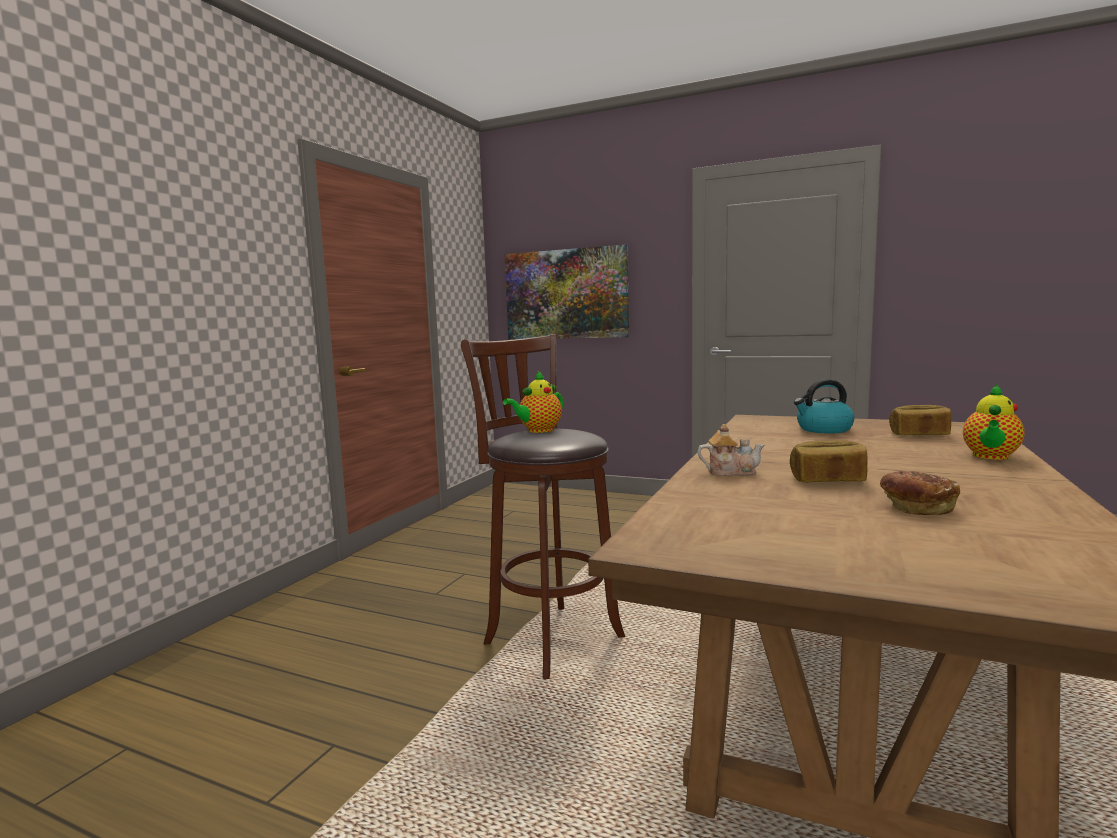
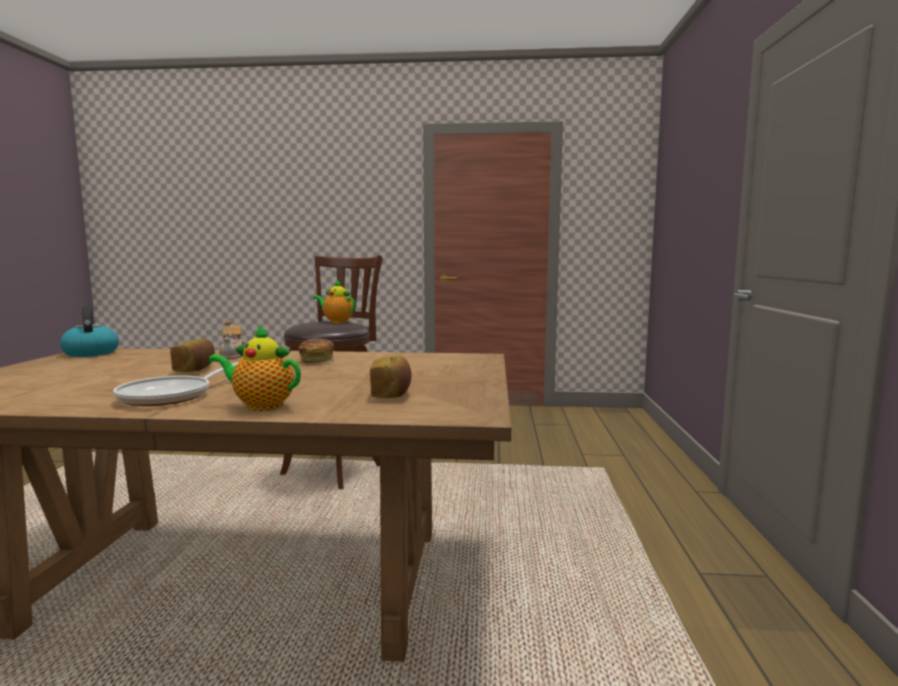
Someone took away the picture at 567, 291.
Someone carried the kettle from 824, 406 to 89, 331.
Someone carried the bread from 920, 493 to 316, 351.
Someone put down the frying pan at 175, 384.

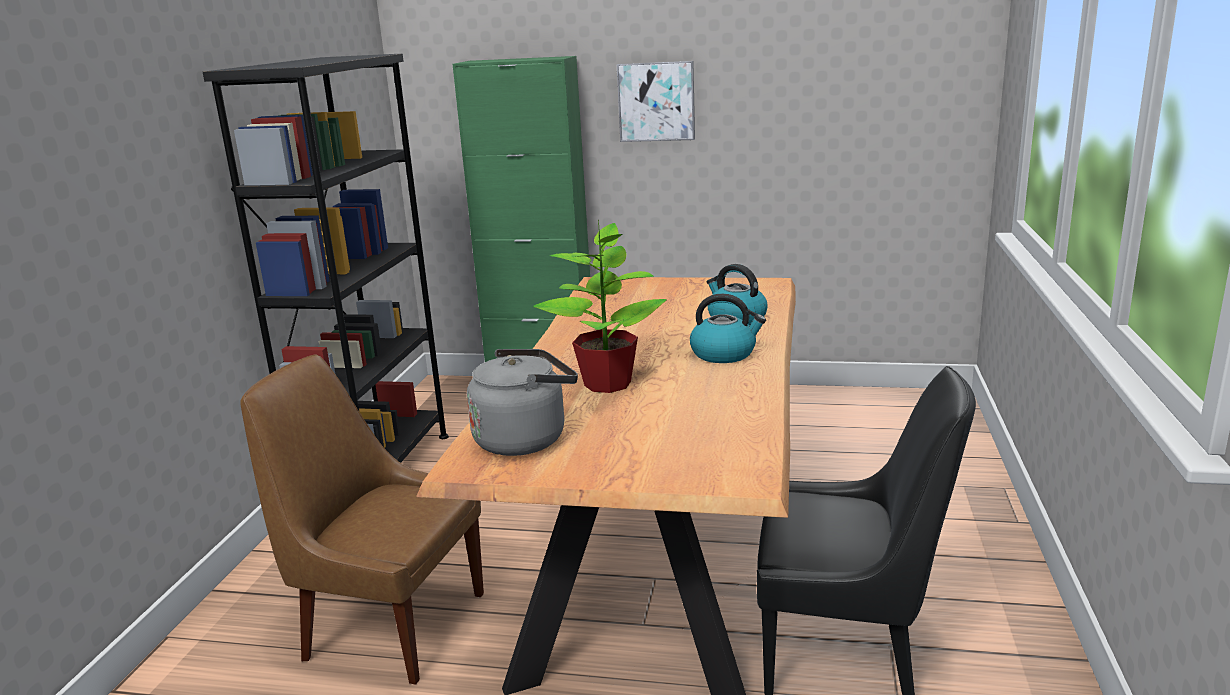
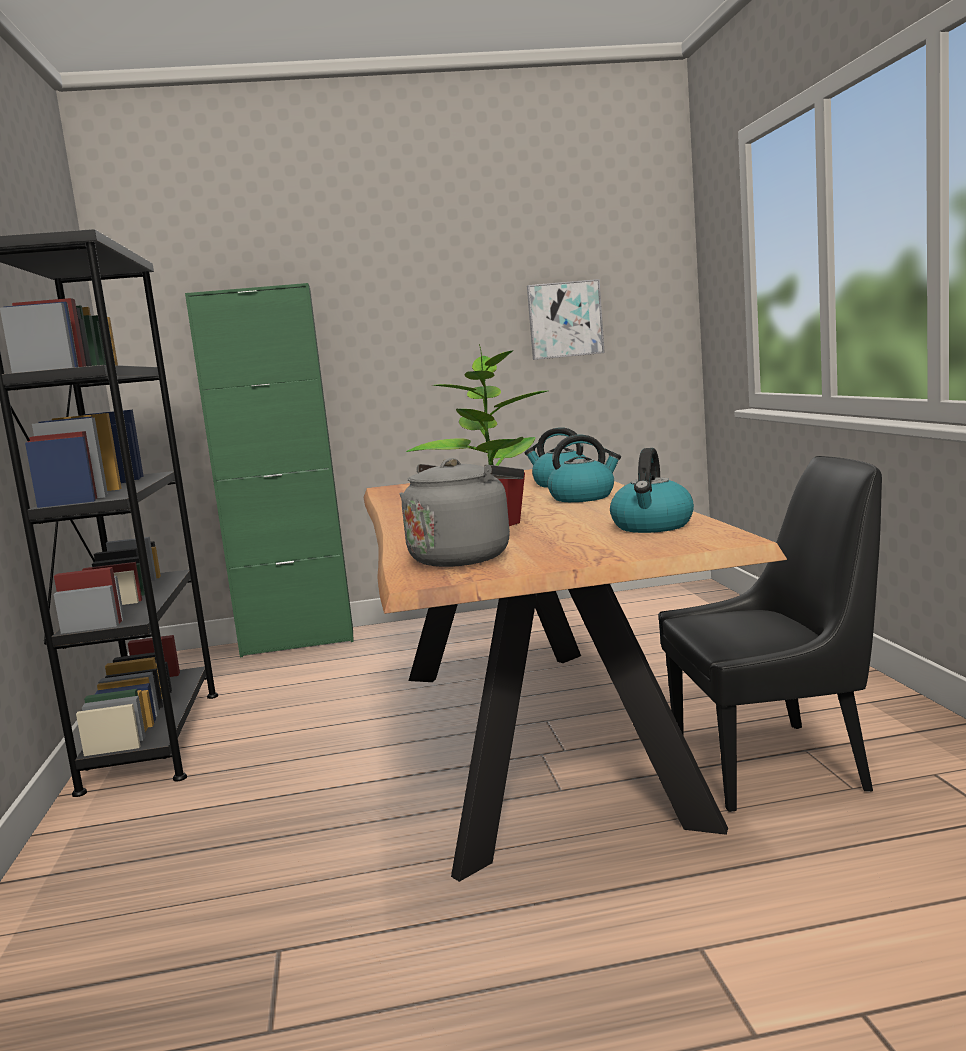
Someone took away the brown chair at 362, 520.
Someone carried the picture from 656, 101 to 566, 319.
Someone put down the kettle at 652, 490.

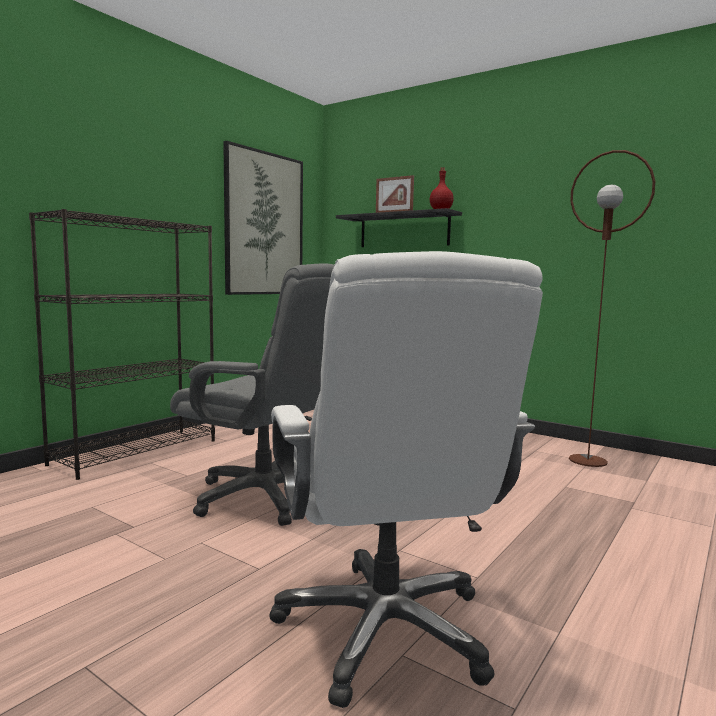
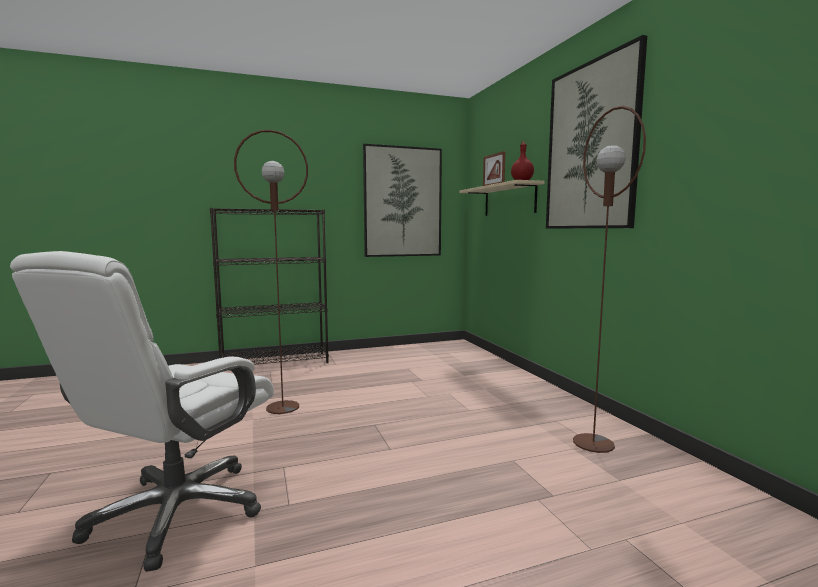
Someone swapped the grey office chair at 252, 394 for the brown floor lamp at 271, 272.
Someone repainted the black shelf at 399, 227, which became the beige shelf at 502, 198.
Someone put up the picture at 596, 132.

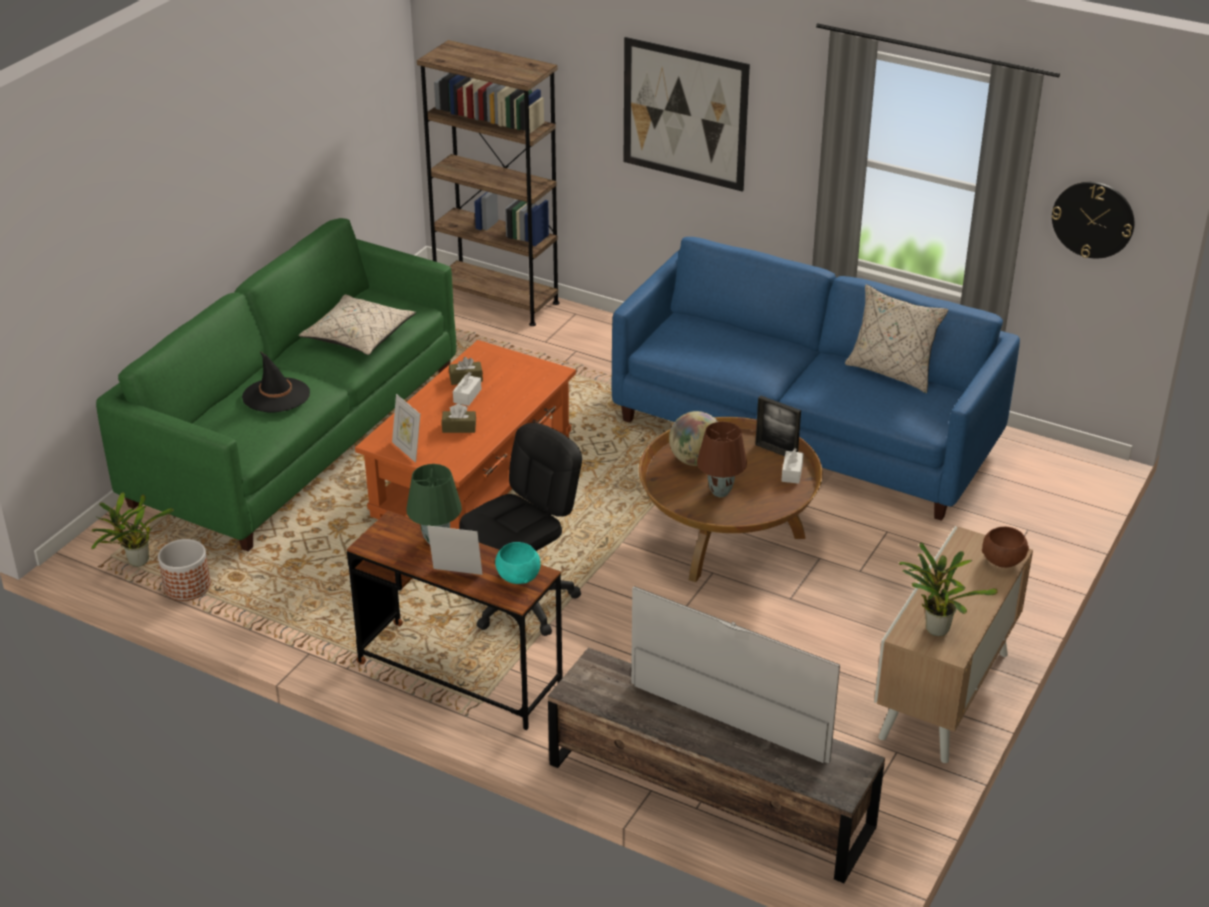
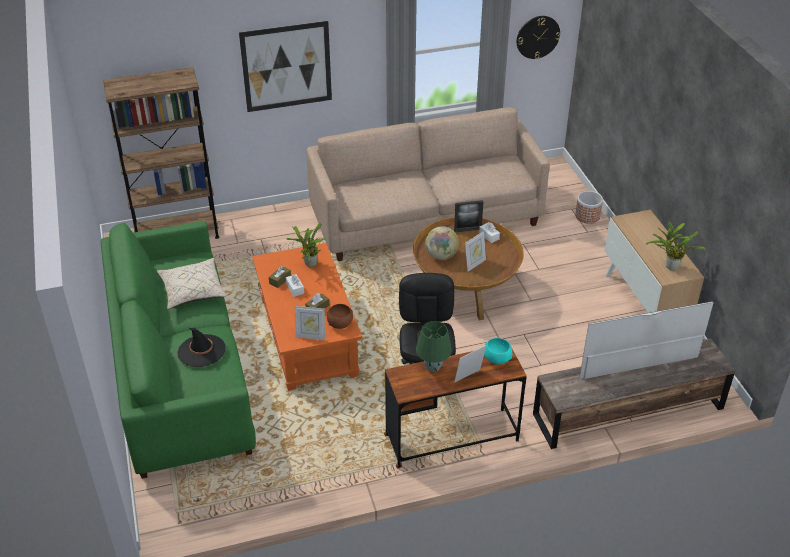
Someone carried the potted plant from 132, 529 to 306, 245.
Someone carried the planter from 184, 570 to 589, 207.
Someone repainted the blue sofa at 816, 379, which became the beige sofa at 428, 184.
Someone swapped the brown table lamp at 722, 459 for the picture frame at 475, 251.
Someone took away the beige pillow at 896, 338.
Someone carried the brown bowl from 1005, 547 to 340, 316.

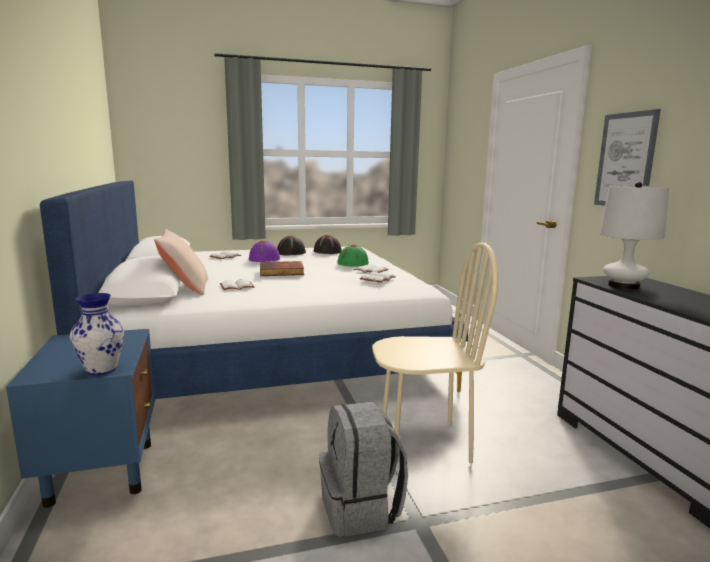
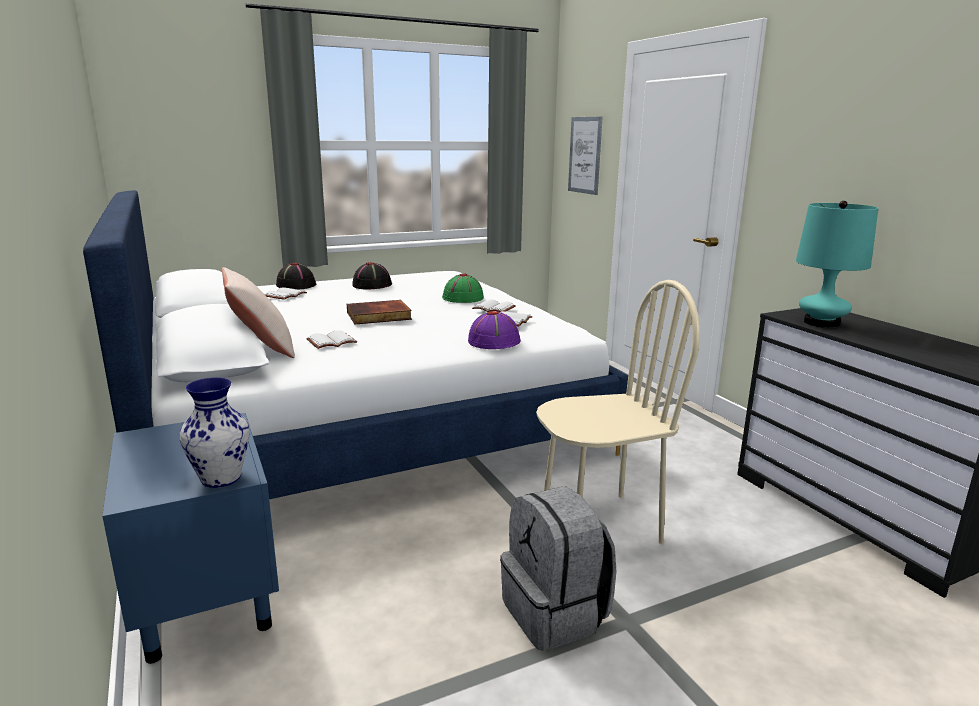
Someone carried the purple hat from 264, 251 to 494, 330.
Someone carried the black hat from 328, 244 to 296, 276.
Someone carried the picture from 627, 157 to 585, 155.
Someone repainted the white table lamp at 634, 236, which became the turquoise table lamp at 837, 264.

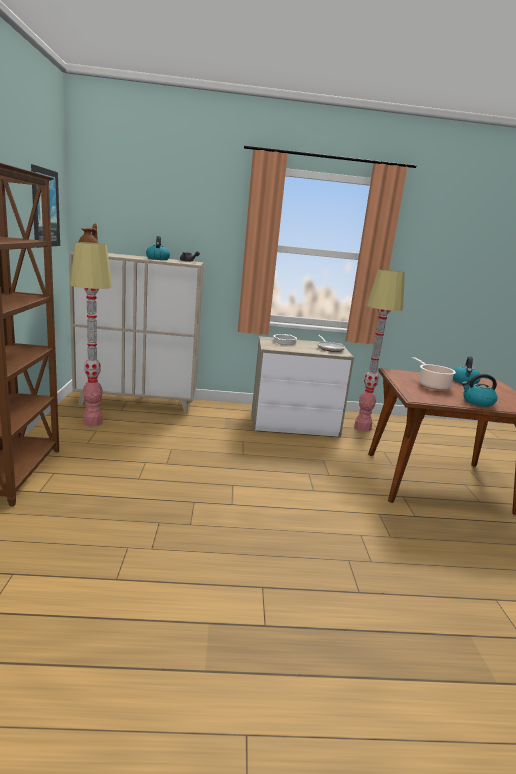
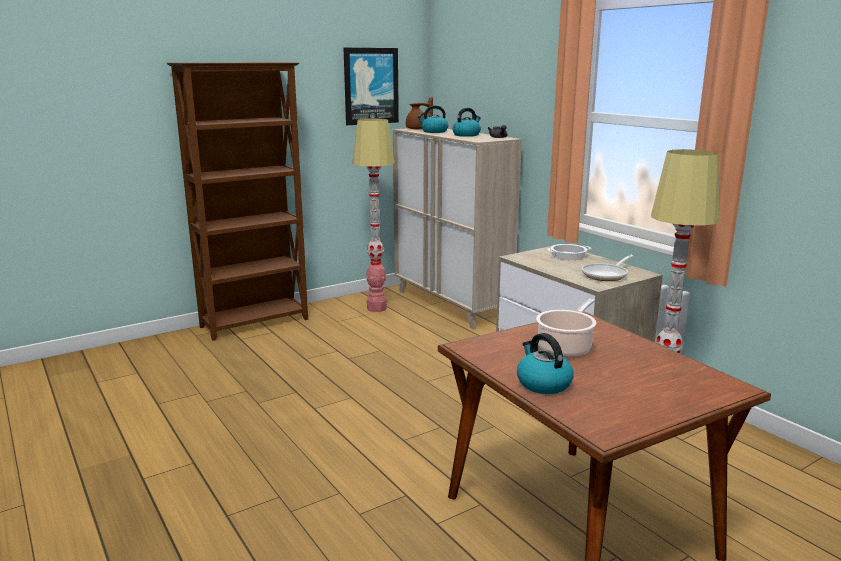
Someone carried the kettle from 467, 370 to 433, 119.

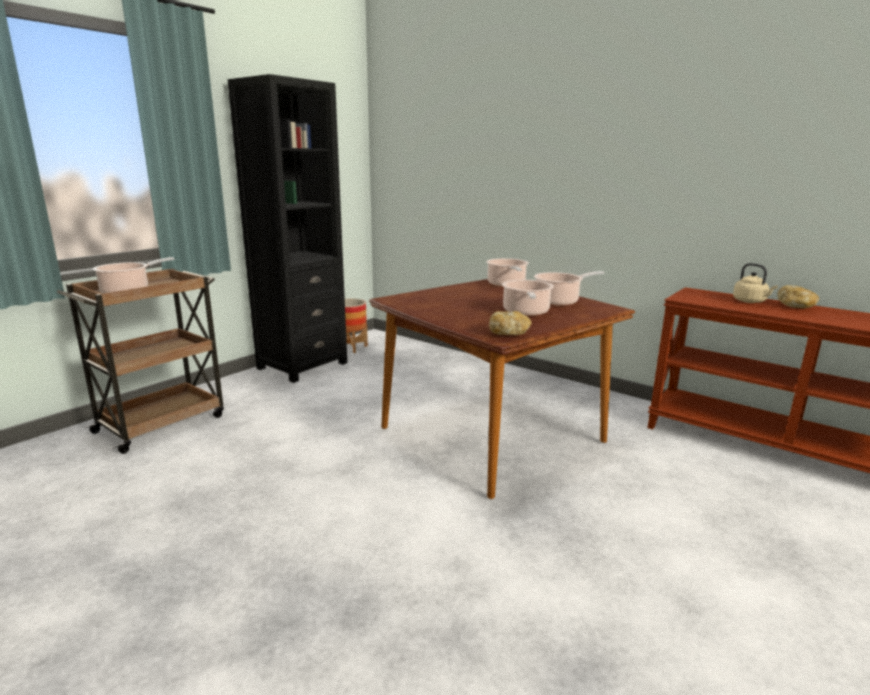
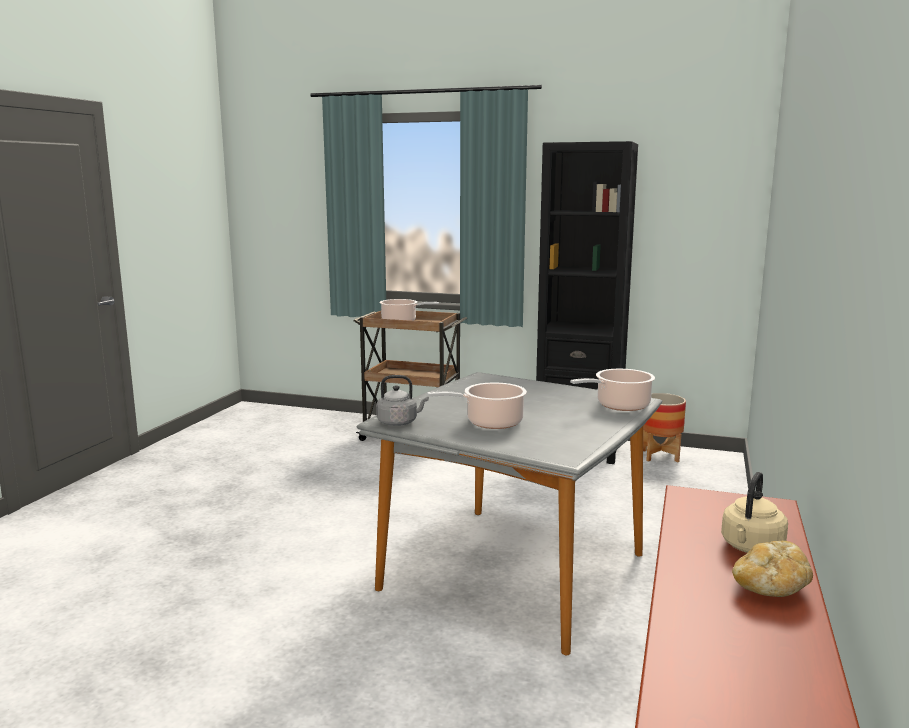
Someone repainted the brown dining table at 502, 389, which became the grey dining table at 510, 513.
Someone swapped the bread at 510, 323 for the grey kettle at 402, 400.
Someone took away the cooking pot at 569, 288.

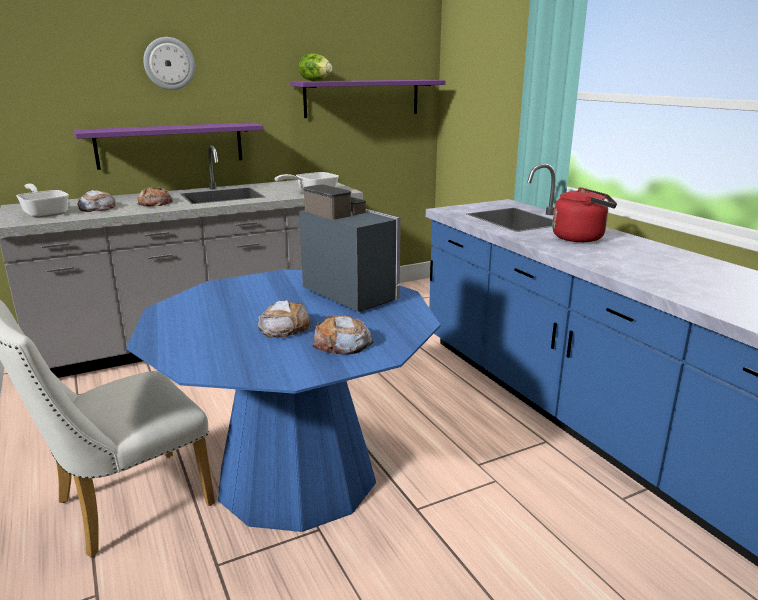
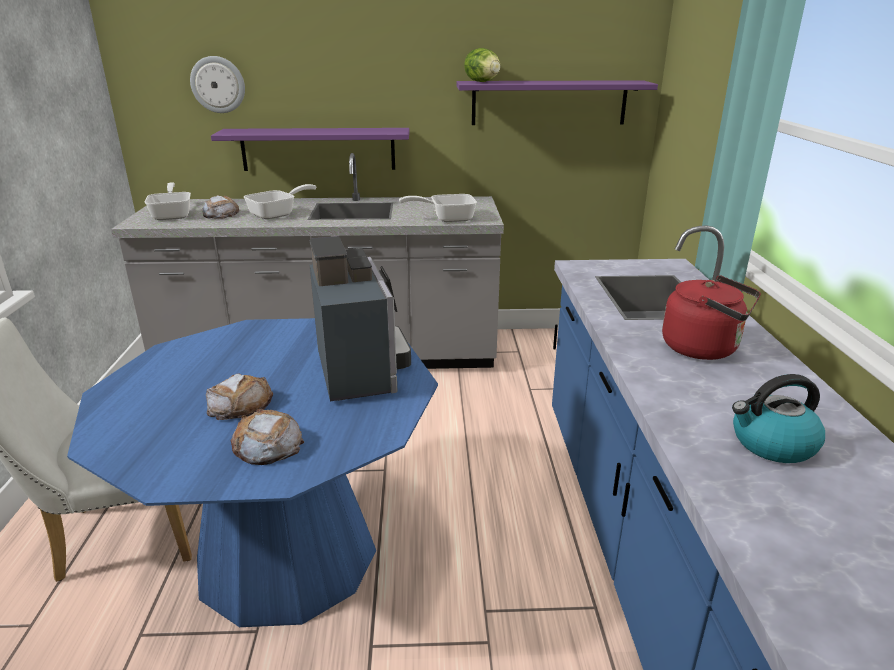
Someone swapped the bread at 155, 197 for the frying pan at 280, 201.
Someone carried the wall clock from 169, 63 to 217, 84.
Someone put down the kettle at 778, 418.

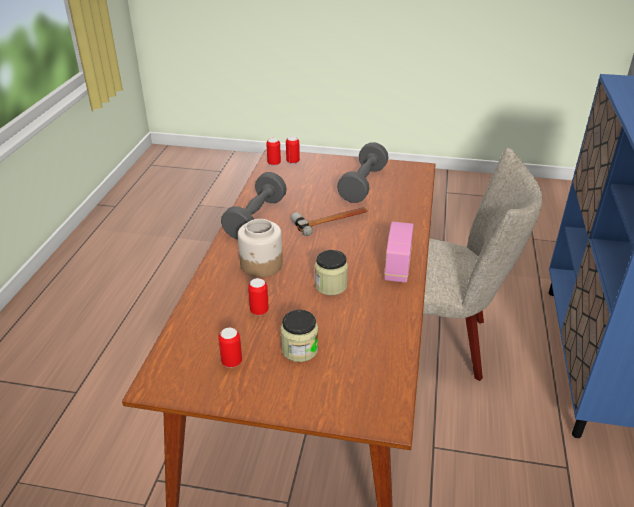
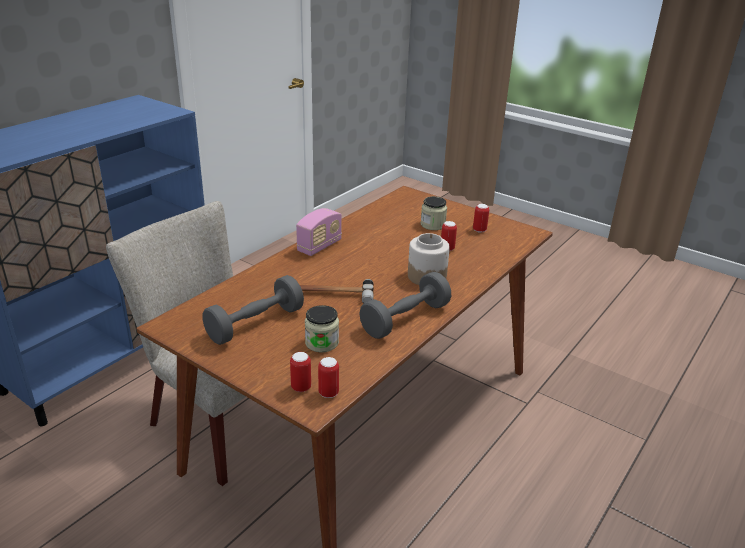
Someone carried the jar from 331, 272 to 322, 328.

